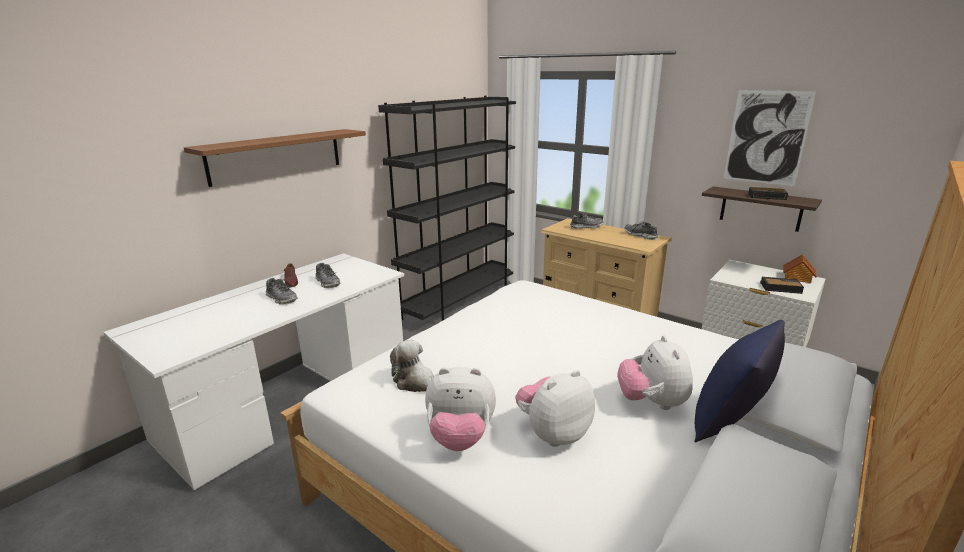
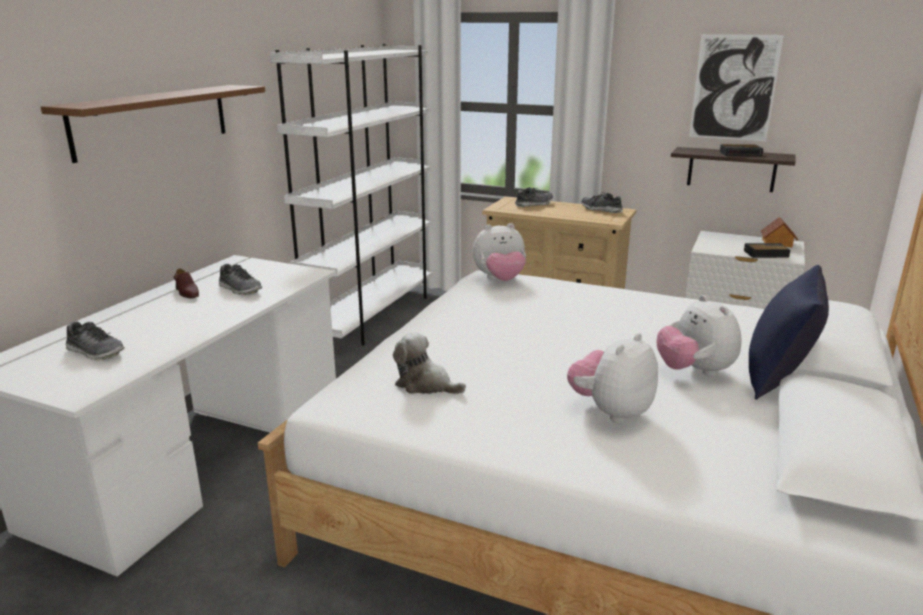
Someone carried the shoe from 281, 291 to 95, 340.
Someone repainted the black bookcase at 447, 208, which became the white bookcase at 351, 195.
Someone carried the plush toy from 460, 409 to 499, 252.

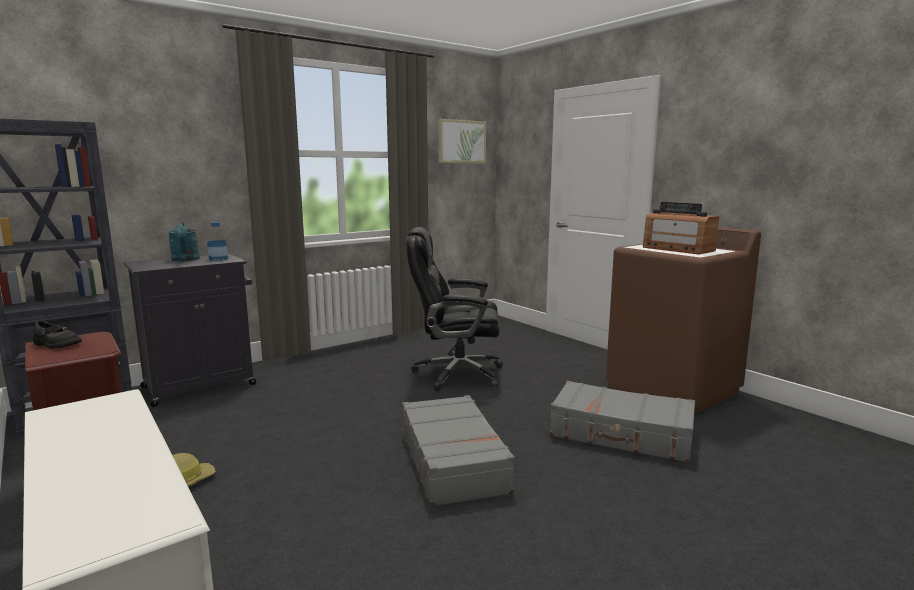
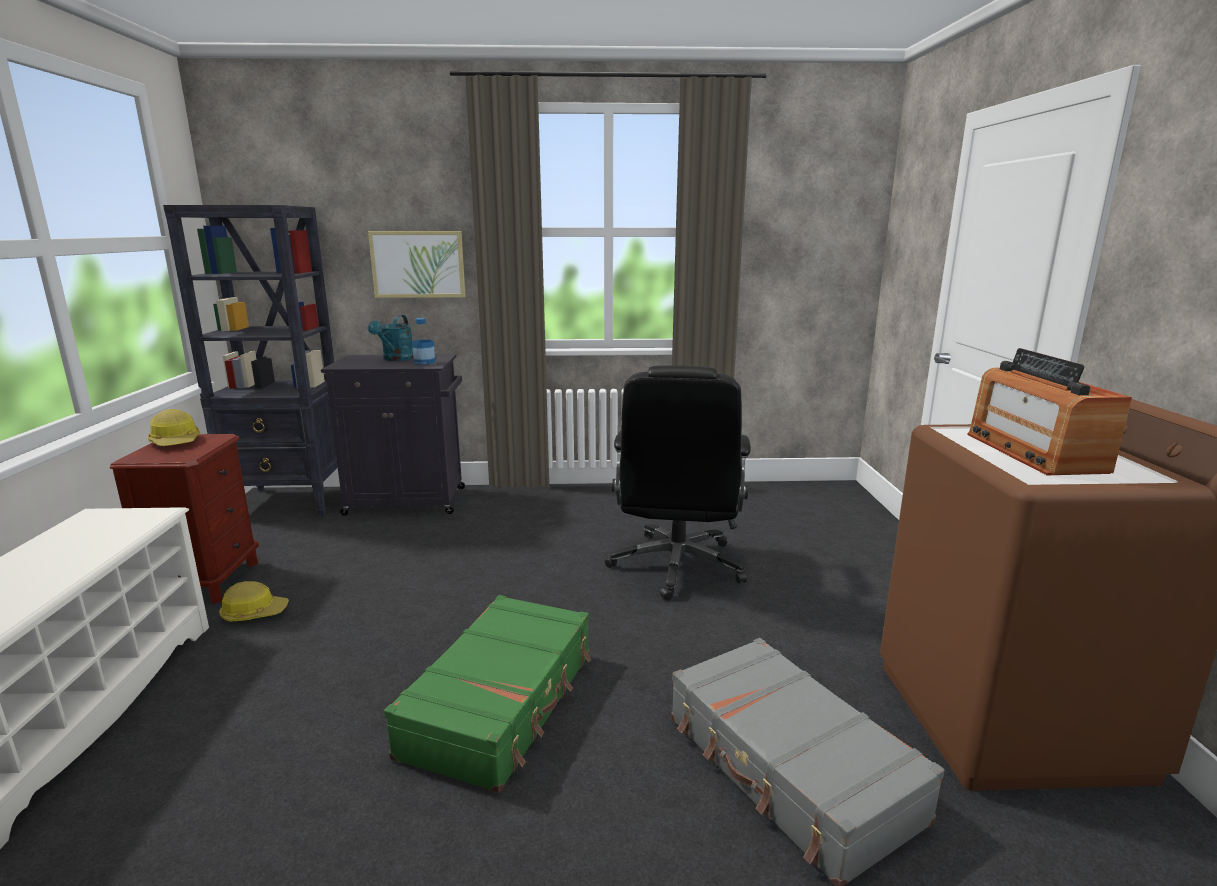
Someone swapped the black shoe at 57, 334 for the hard hat at 173, 427.
Someone repainted the grey suitcase at 458, 451, which became the green suitcase at 487, 694.
Someone rotated the black office chair at 454, 309 by 120 degrees counterclockwise.
Someone carried the picture from 462, 141 to 417, 264.

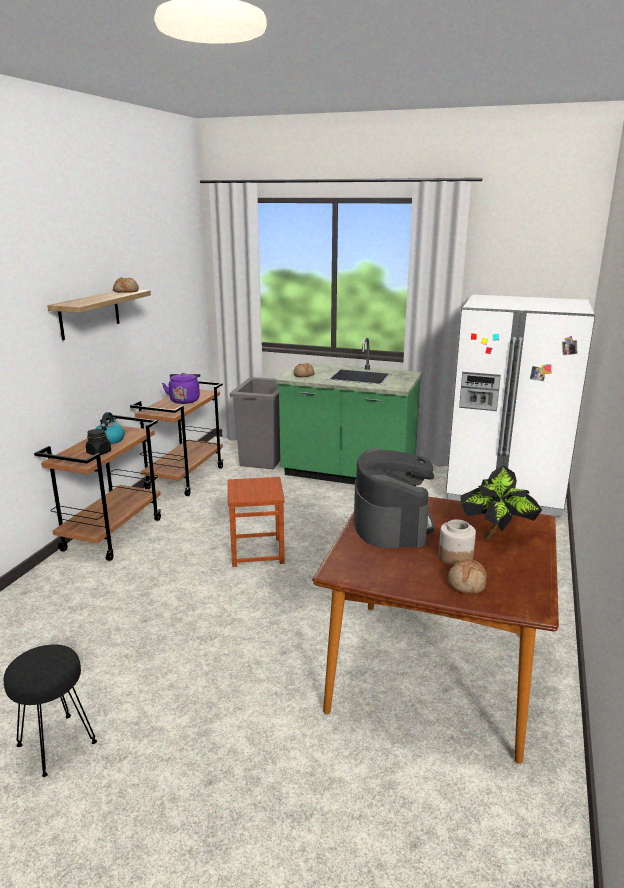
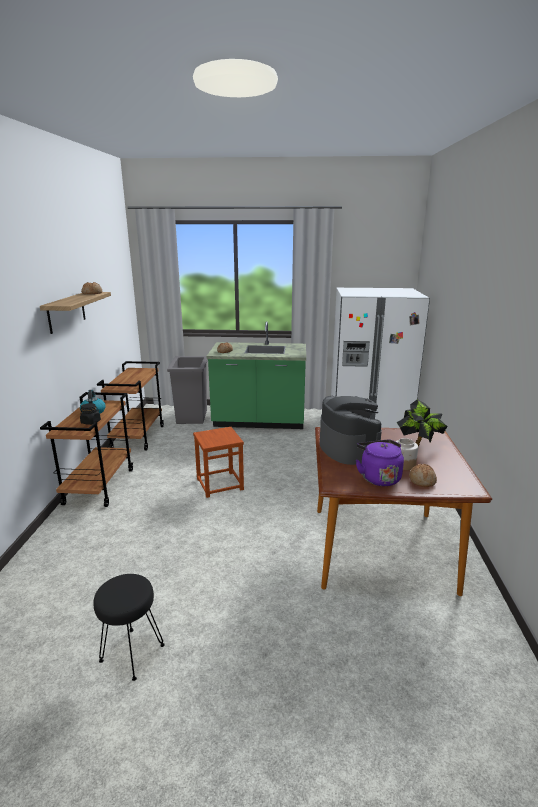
Someone carried the purple kettle from 181, 388 to 380, 463.

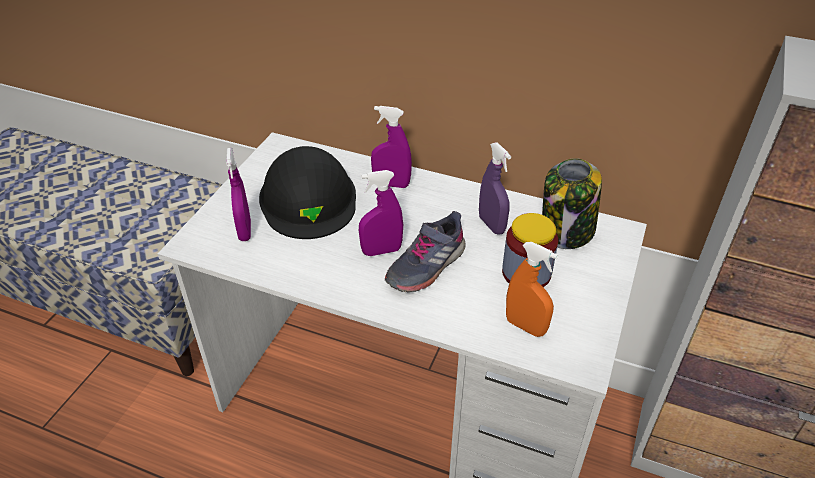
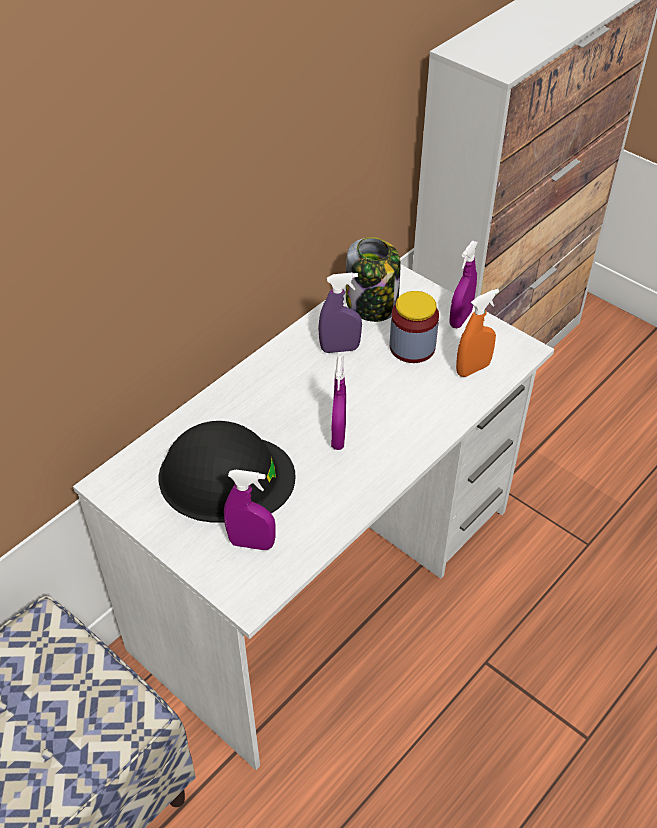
Someone carried the purple spray bottle from 391, 147 to 463, 284.
Someone took away the grey shoe at 425, 252.

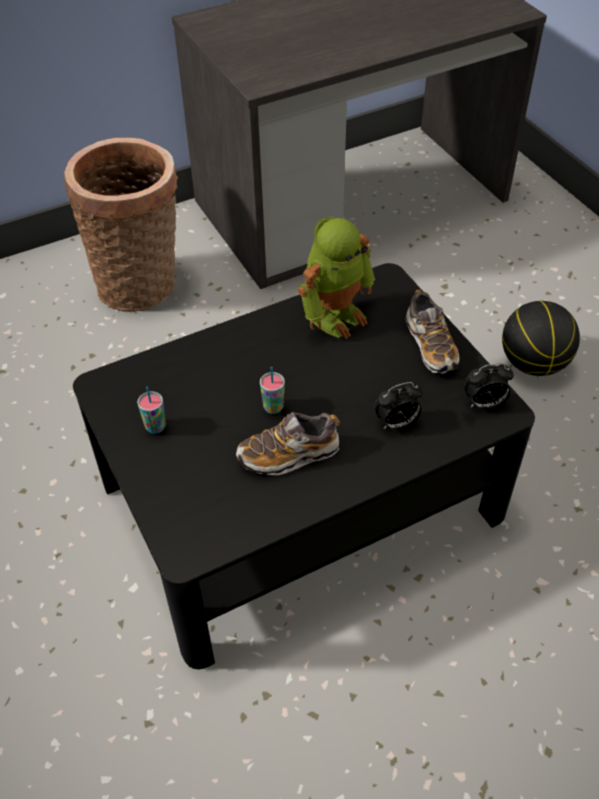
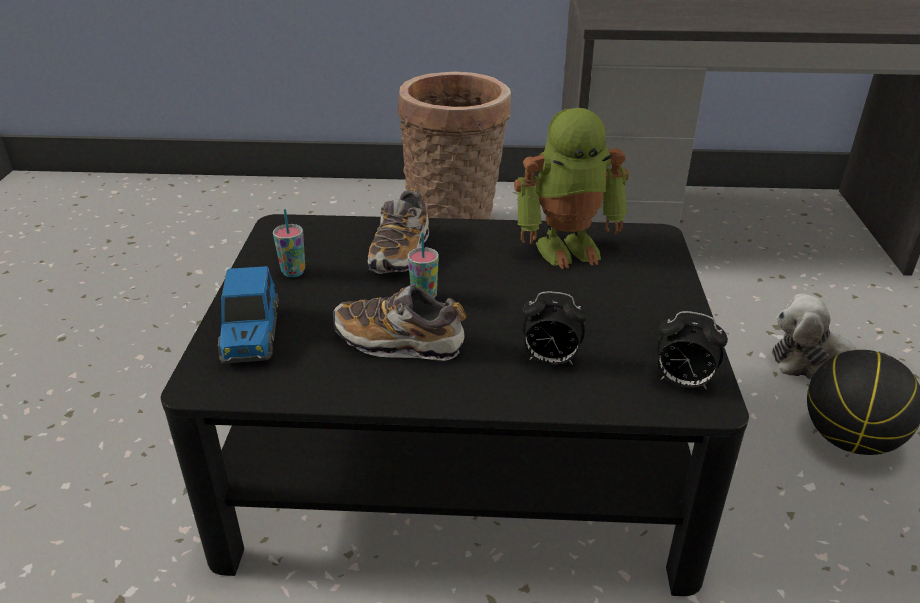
Someone carried the shoe from 432, 331 to 398, 231.
Someone put down the toy car at 248, 315.
Someone put down the plush toy at 829, 337.

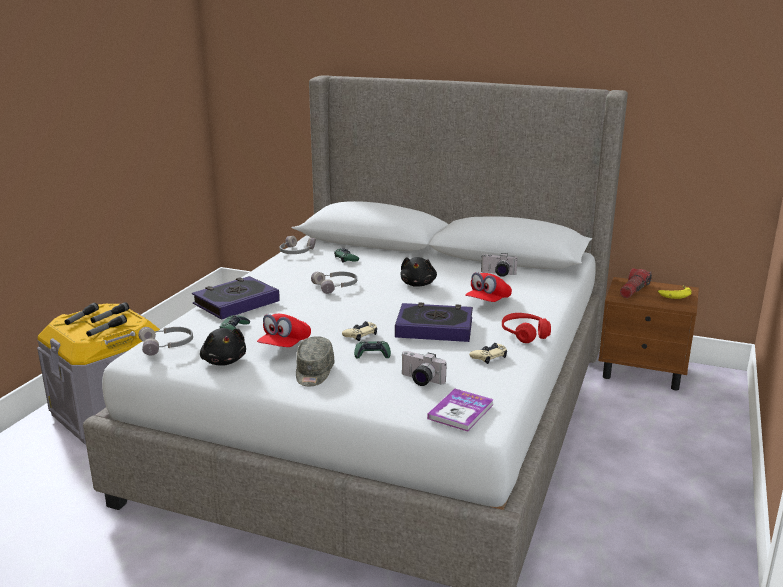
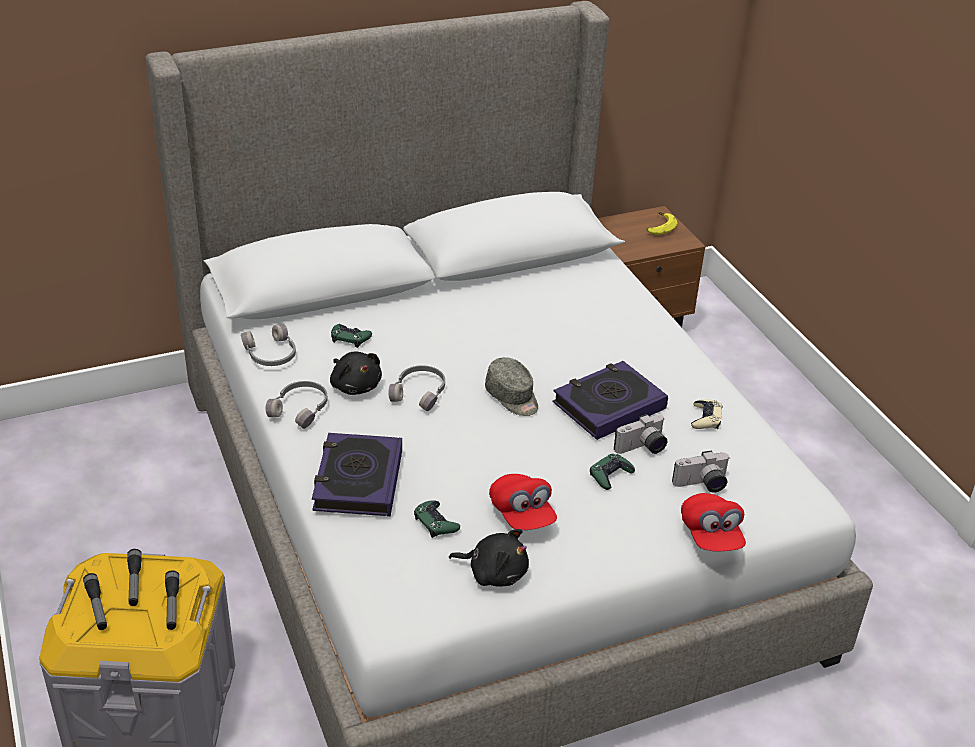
Someone carried the grey headphones from 165, 341 to 297, 405.
Someone carried the grey cap from 315, 361 to 511, 386.
Someone took away the beige game controller at 359, 331.
Someone carried the black plush toy from 418, 272 to 356, 373.
Someone took away the book at 460, 410.
Someone carried the red cap from 488, 287 to 713, 522.
Someone carried the photo camera from 499, 265 to 640, 434.
Someone took away the red headphones at 526, 328.
Someone took away the flashlight at 636, 283.

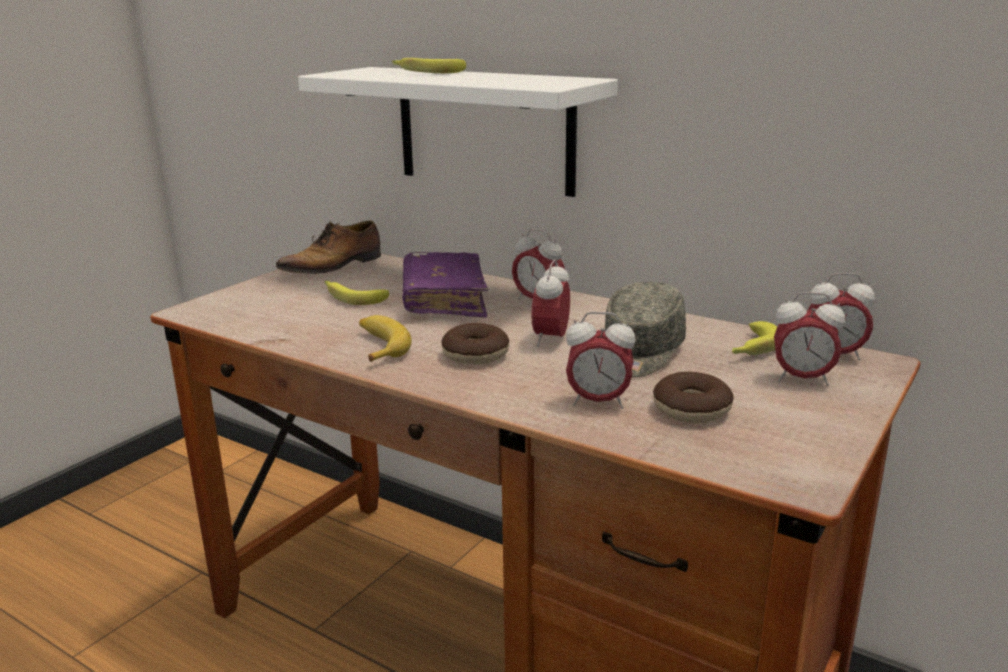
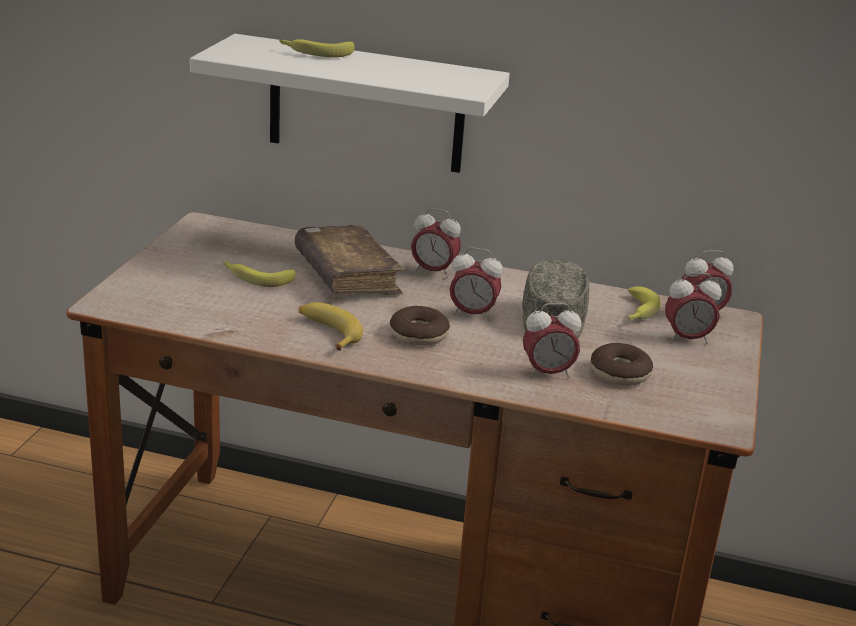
Someone took away the shoe at 328, 247.
Someone repainted the purple book at 445, 284, which became the brown book at 350, 260.
Someone rotated the alarm clock at 550, 303 by 75 degrees counterclockwise.

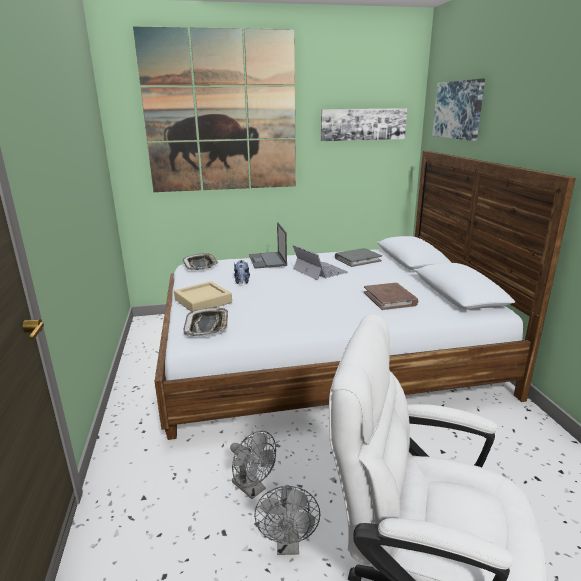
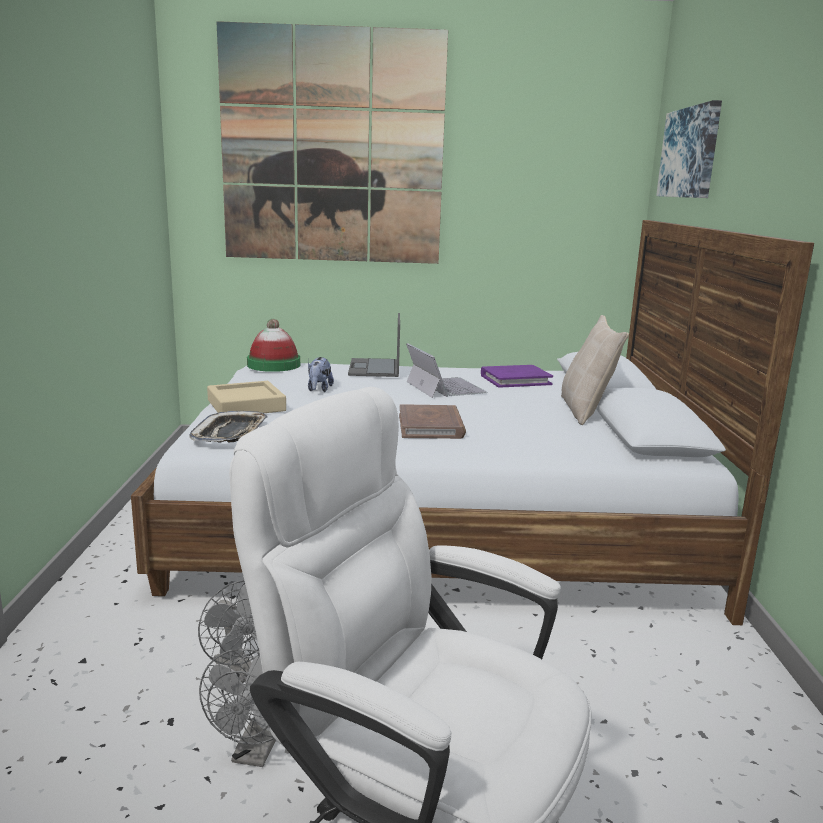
Someone swapped the tray at 201, 261 for the hat at 273, 345.
Someone took away the picture at 364, 124.
Someone repainted the grey book at 358, 257, which became the purple book at 517, 376.
Someone carried the brown book from 391, 296 to 432, 421.
Someone put down the beige pillow at 595, 370.

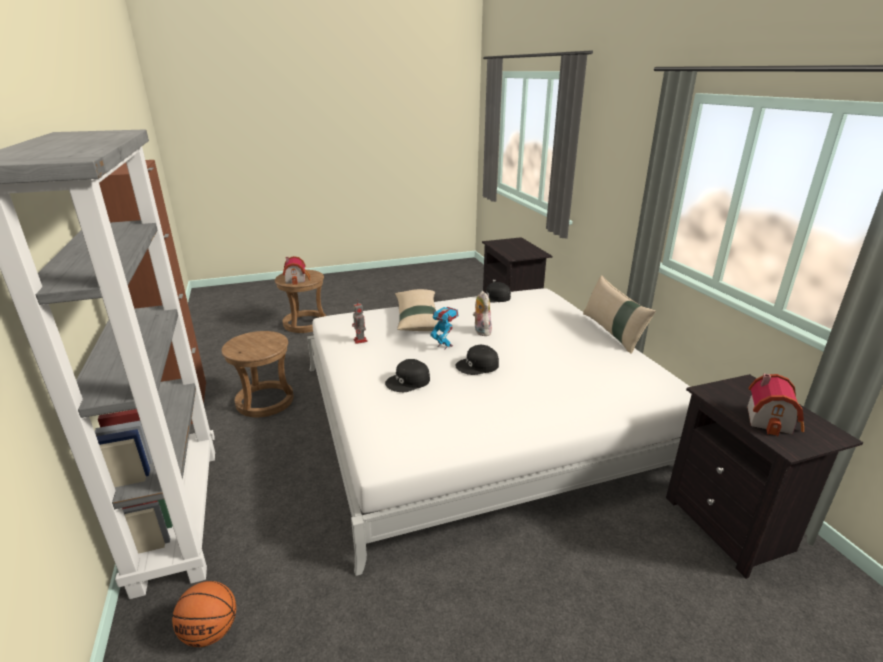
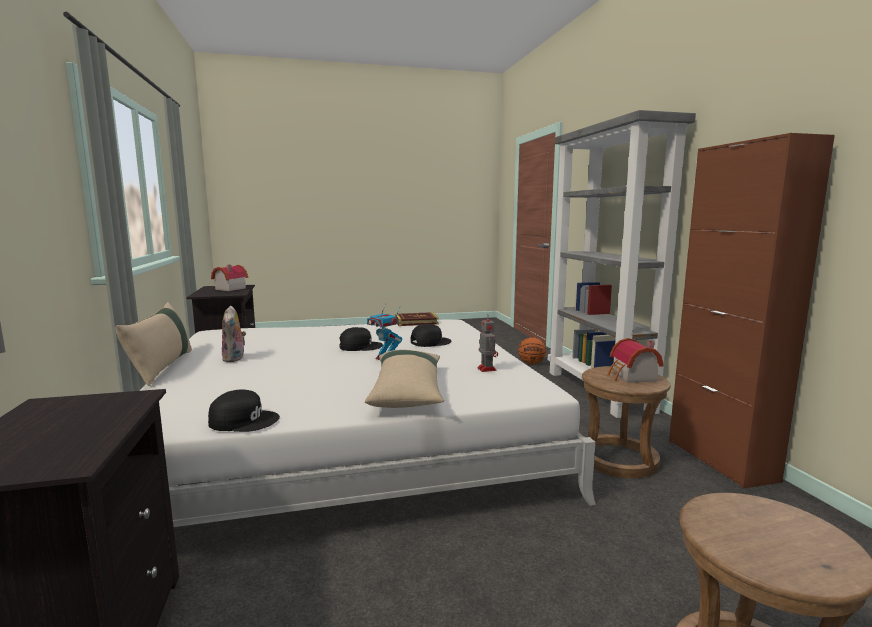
Someone carried the toy house from 296, 270 to 635, 360.
Someone carried the plush toy from 482, 313 to 234, 334.
Someone put down the book at 417, 319.

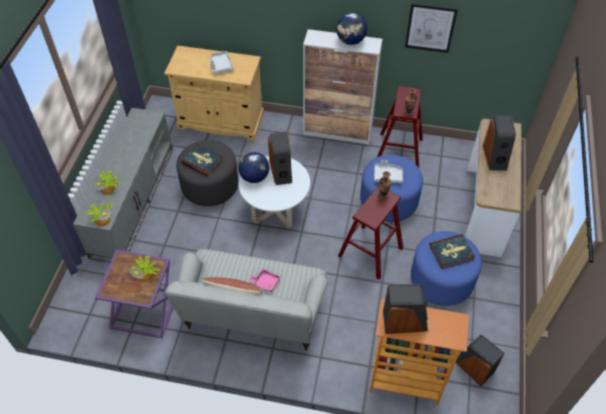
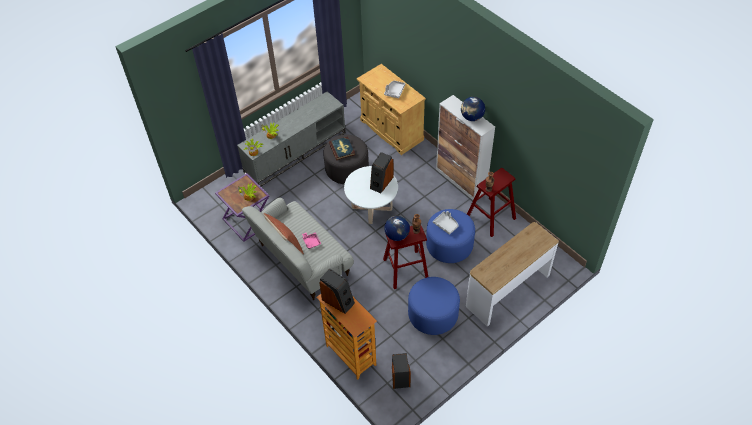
Someone carried the globe from 253, 167 to 397, 228.
Someone took away the picture at 431, 28.
Someone took away the book at 452, 251.
Someone took away the speaker at 499, 143.

